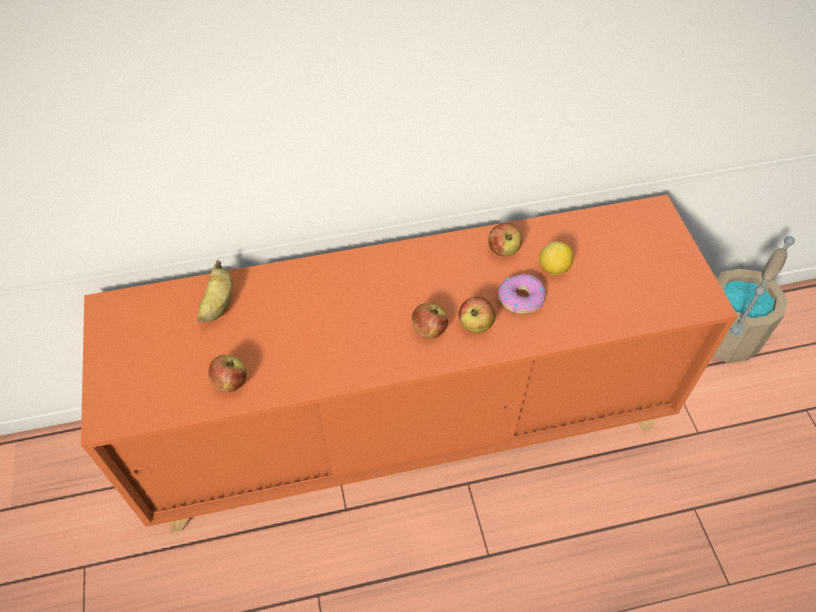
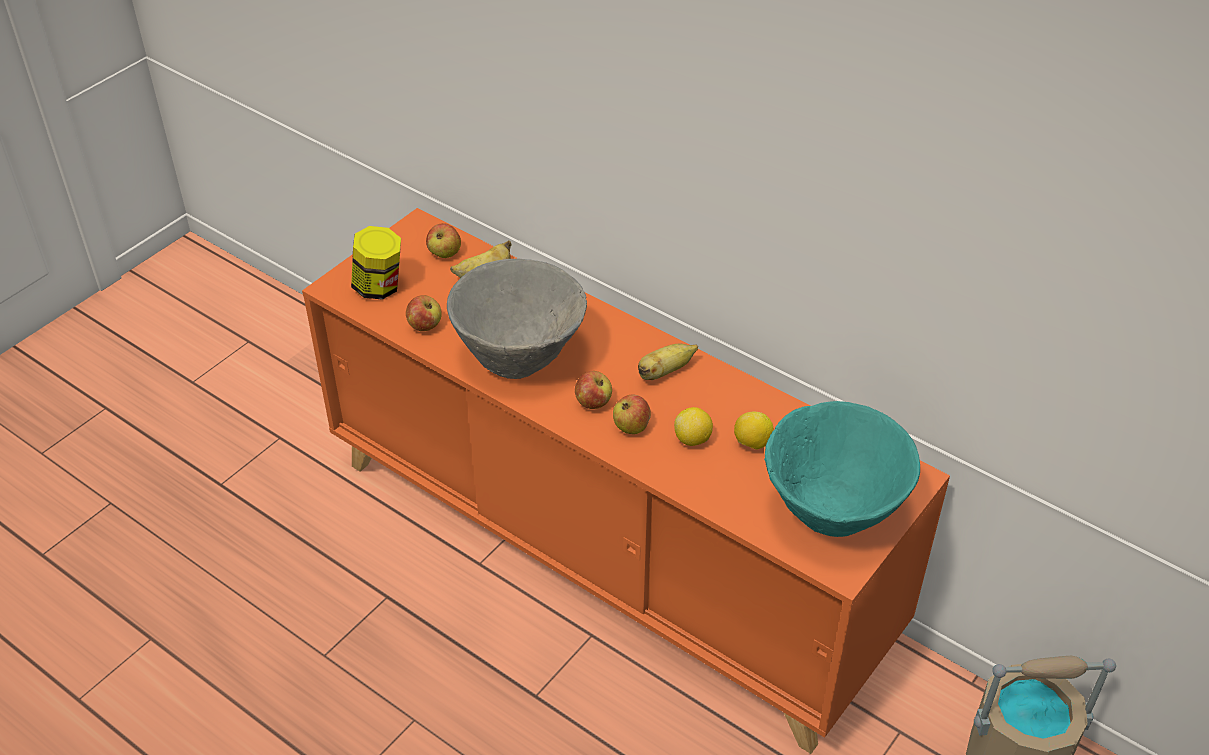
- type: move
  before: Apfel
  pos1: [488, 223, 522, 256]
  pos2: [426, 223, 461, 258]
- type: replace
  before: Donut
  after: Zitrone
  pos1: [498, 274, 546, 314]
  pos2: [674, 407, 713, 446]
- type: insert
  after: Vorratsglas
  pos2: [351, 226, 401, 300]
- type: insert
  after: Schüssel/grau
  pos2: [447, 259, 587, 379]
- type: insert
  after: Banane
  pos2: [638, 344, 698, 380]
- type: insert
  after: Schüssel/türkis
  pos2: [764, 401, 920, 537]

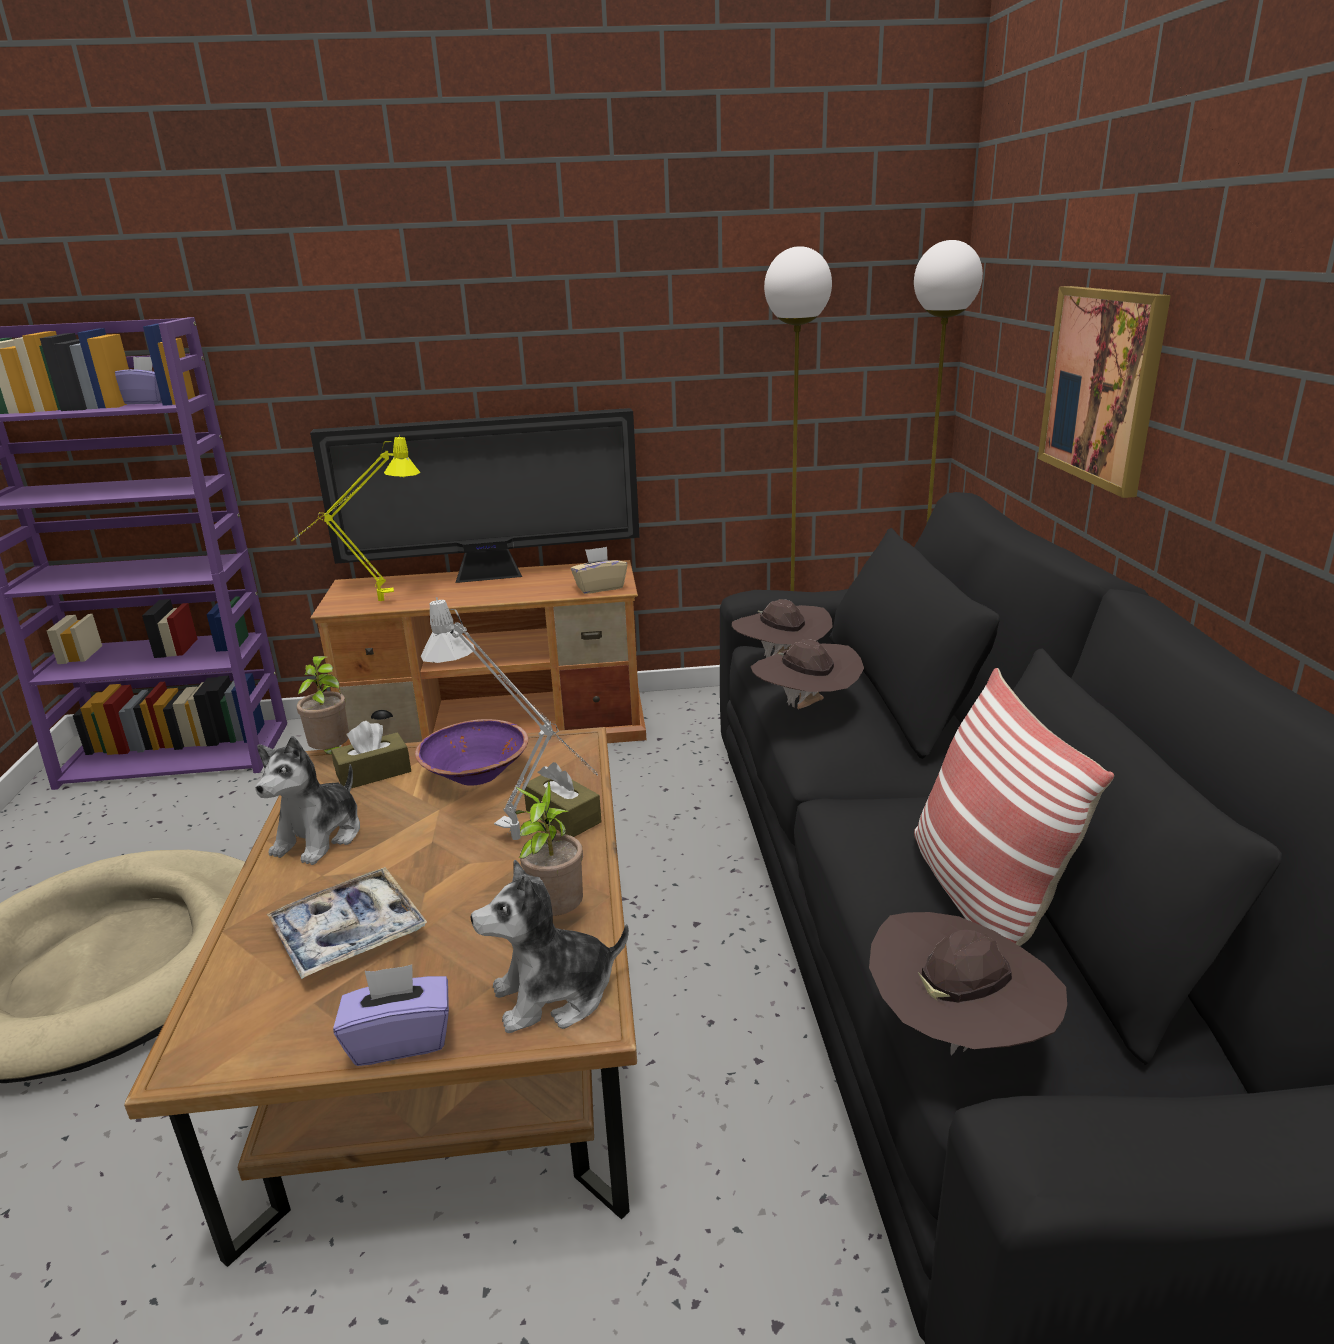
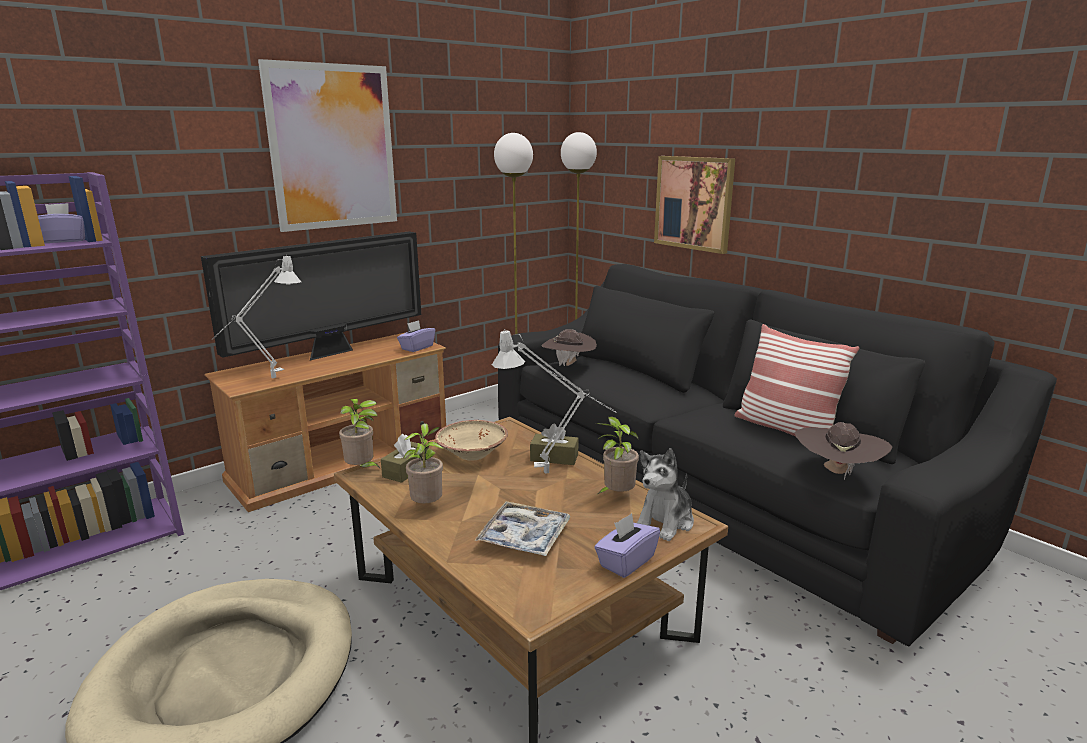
- type: replace
  before: Plüschtier
  after: Topfpflanze
  pos1: [255, 736, 360, 865]
  pos2: [404, 423, 444, 503]
- type: recolor
  before: Tischlampe/gelb
  after: Tischlampe/grau
  pos1: [292, 435, 421, 601]
  pos2: [212, 256, 301, 378]
- type: recolor
  before: Schüssel/lila
  after: Schüssel/beige
  pos1: [415, 719, 528, 786]
  pos2: [435, 420, 508, 461]
- type: recolor
  before: Taschentuchbox/beige
  after: Taschentuchbox/lila
  pos1: [571, 547, 627, 594]
  pos2: [397, 320, 435, 352]
- type: delete
  before: Hut/braun
  pos1: [751, 639, 864, 709]
- type: insert
  after: Bild
  pos2: [258, 59, 397, 232]

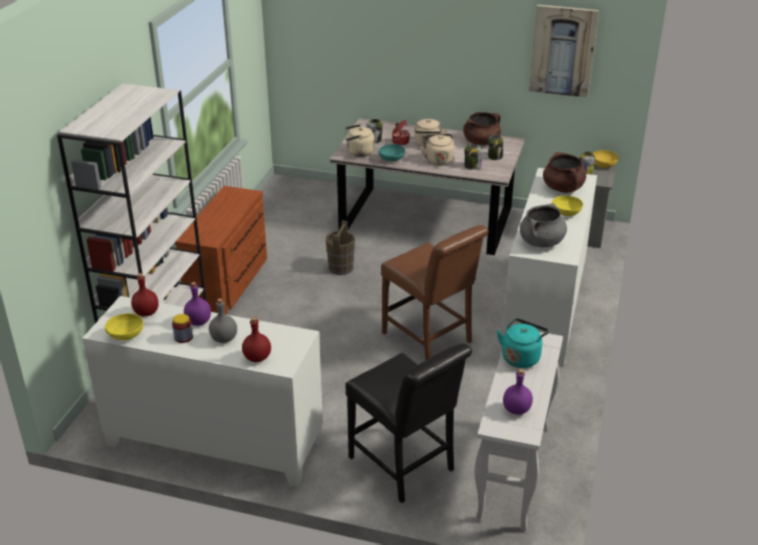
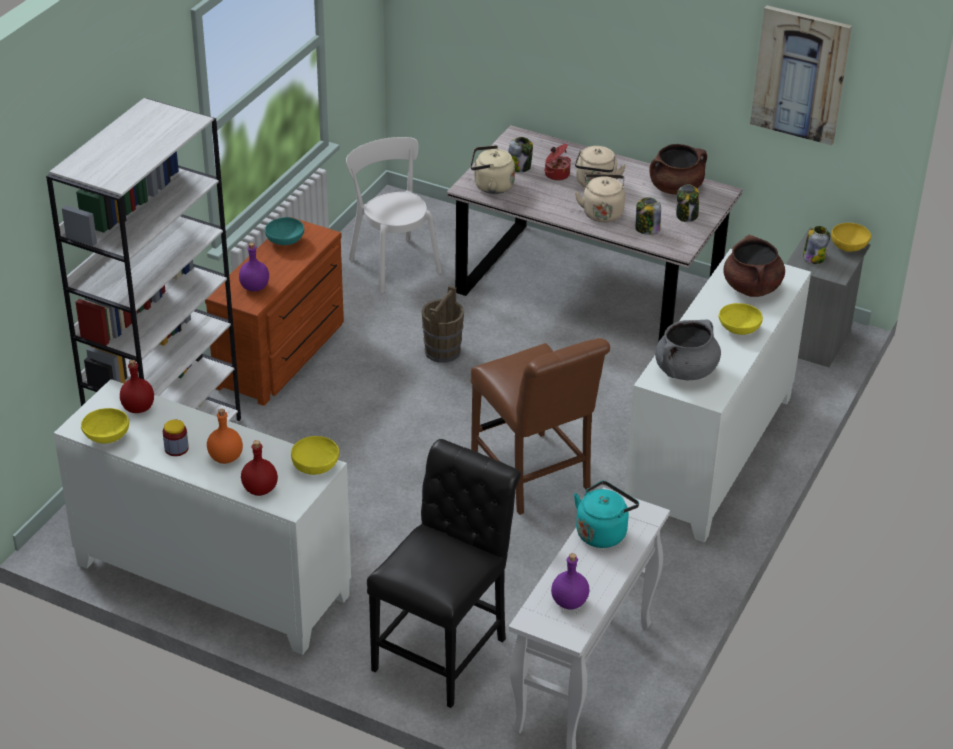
- type: move
  before: Flasche/lila
  pos1: [184, 282, 211, 326]
  pos2: [239, 243, 269, 291]
- type: recolor
  before: Flasche/grau
  after: Flasche/orange
  pos1: [209, 298, 237, 343]
  pos2: [207, 409, 243, 464]
- type: rotate
  before: Stuhl/schwarz
  pos1: [345, 343, 472, 503]
  pos2: [367, 439, 521, 708]
  turn: -120
- type: move
  before: Schüssel/türkis
  pos1: [379, 144, 405, 161]
  pos2: [265, 217, 304, 245]
- type: insert
  after: Schüssel/gelb
  pos2: [291, 436, 339, 475]
- type: insert
  after: Stuhl/weiß
  pos2: [346, 137, 442, 293]

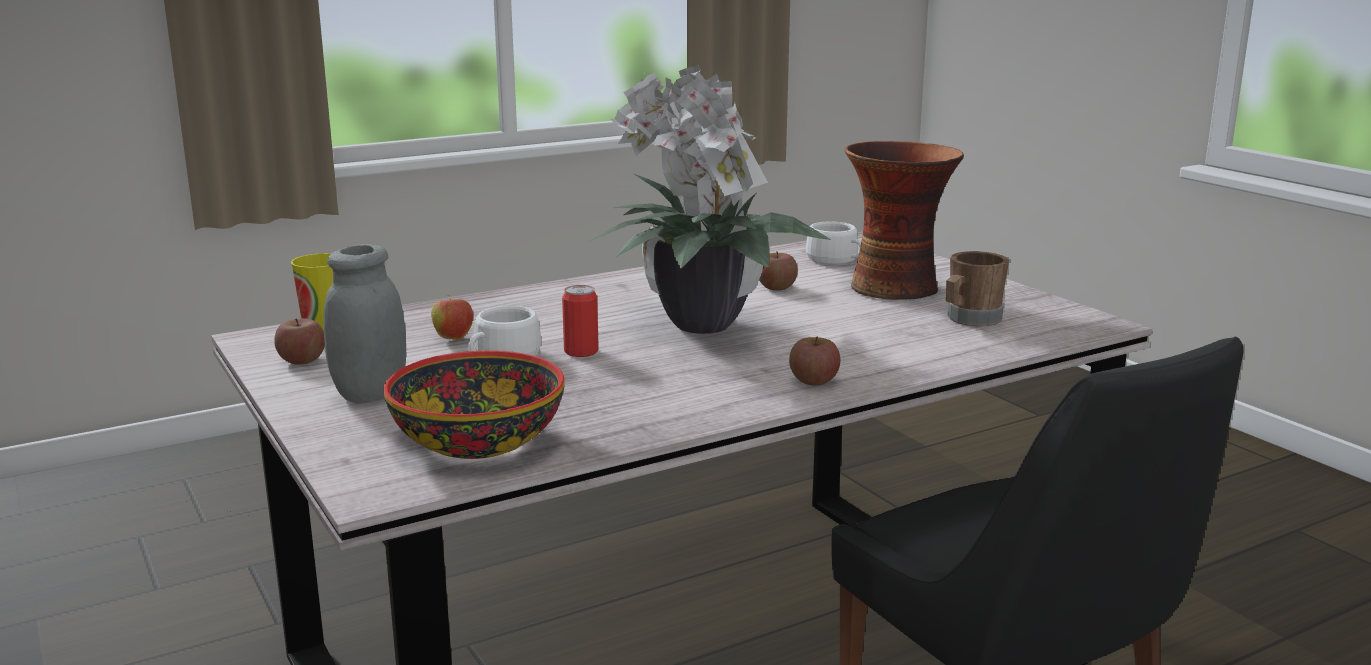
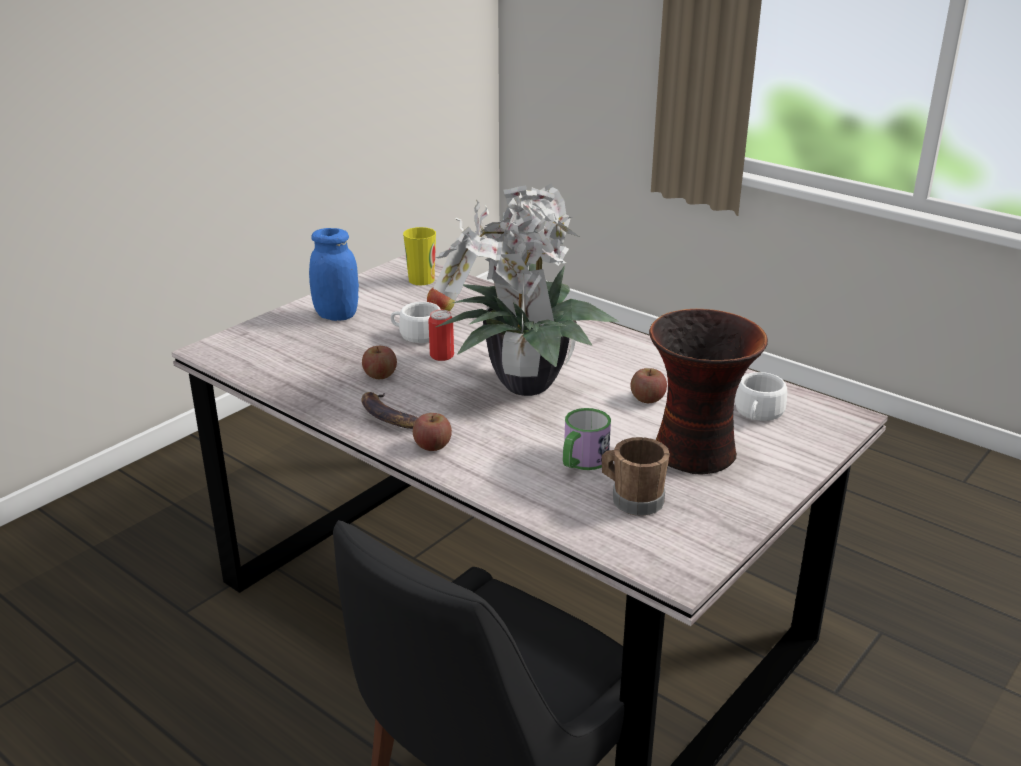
- type: move
  before: Apfel
  pos1: [274, 318, 325, 365]
  pos2: [362, 346, 397, 379]
- type: recolor
  before: Vorratsglas/grau
  after: Vorratsglas/blau
  pos1: [323, 244, 407, 403]
  pos2: [309, 228, 359, 321]
- type: delete
  before: Schüssel
  pos1: [383, 351, 565, 459]
- type: insert
  after: Banane
  pos2: [361, 392, 418, 429]
- type: insert
  after: Henkelbecher
  pos2: [563, 408, 611, 470]

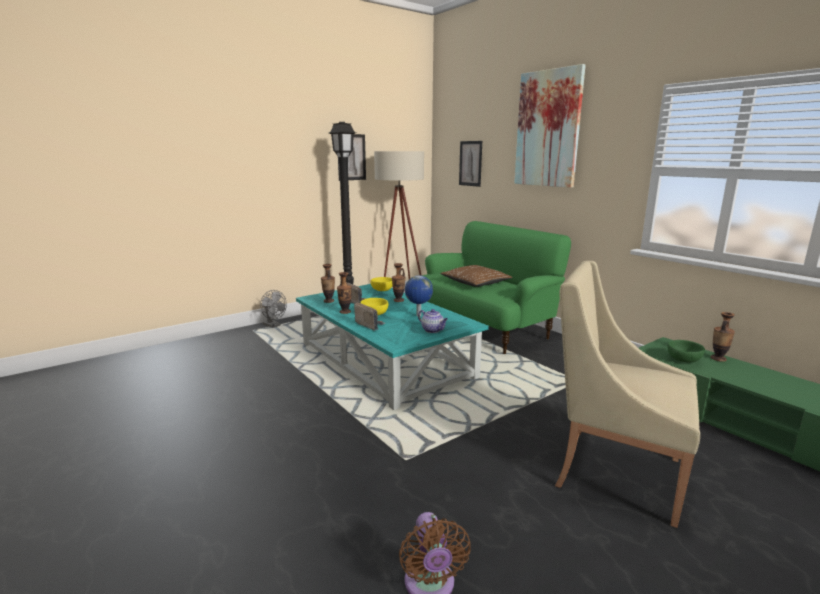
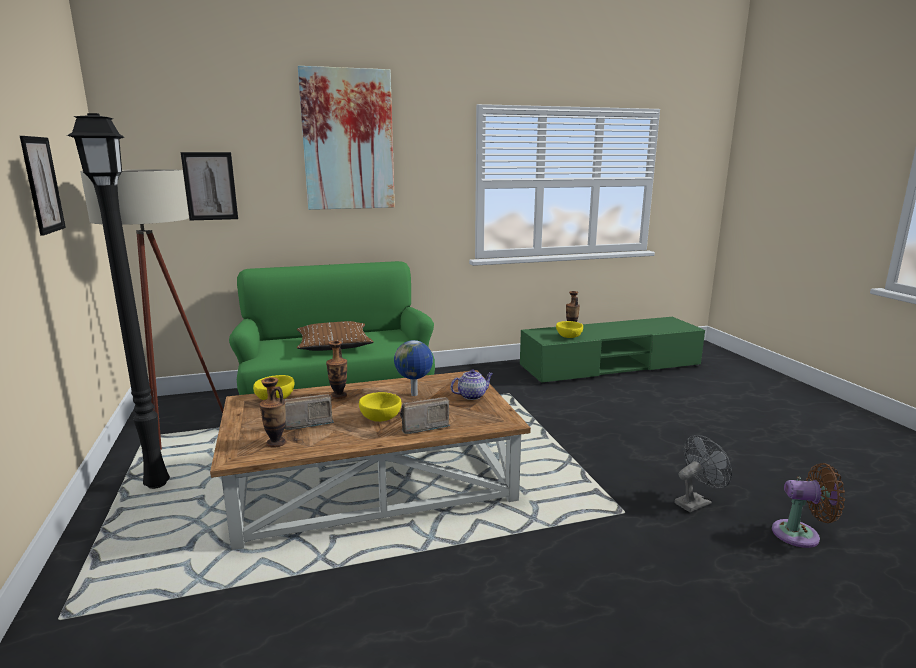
- type: move
  before: Ventilator/grau
  pos1: [260, 290, 287, 328]
  pos2: [675, 435, 732, 512]
- type: recolor
  before: Couchtisch/türkis
  after: Couchtisch/braun
  pos1: [296, 284, 489, 410]
  pos2: [210, 370, 531, 550]
- type: delete
  before: Vase
  pos1: [337, 272, 352, 314]
- type: delete
  before: Sessel/beige
  pos1: [555, 261, 700, 528]
- type: recolor
  before: Schüssel/grün
  after: Schüssel/gelb
  pos1: [667, 340, 705, 362]
  pos2: [556, 321, 583, 338]

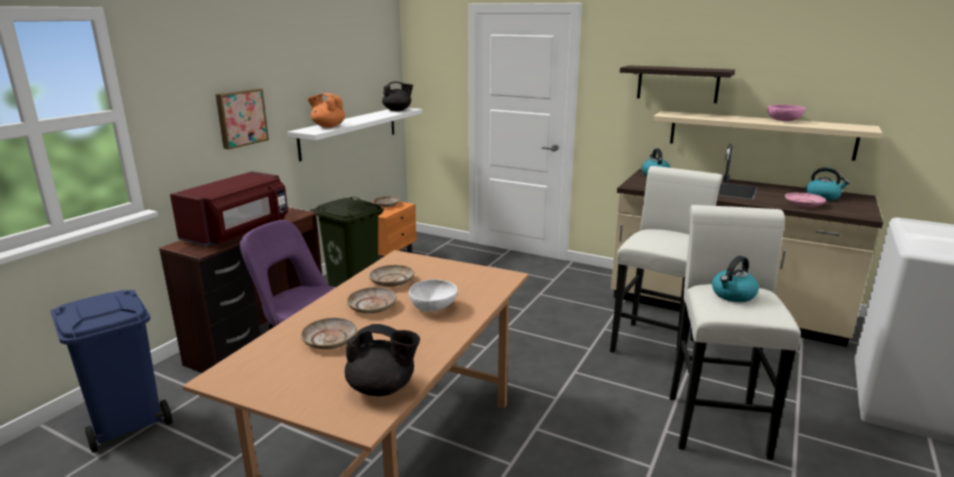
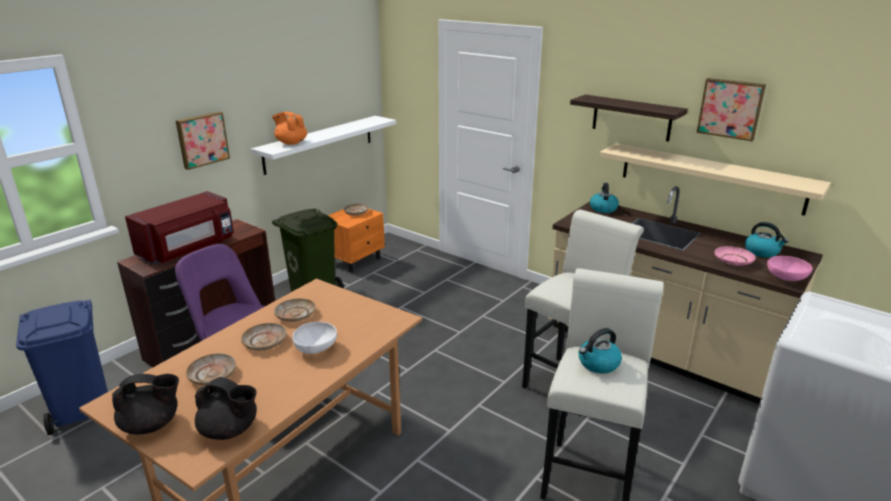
- type: move
  before: Teekanne/schwarz
  pos1: [382, 82, 413, 111]
  pos2: [112, 374, 179, 434]
- type: move
  before: Schüssel/rosa
  pos1: [767, 105, 805, 121]
  pos2: [767, 256, 812, 281]
- type: insert
  after: Bild
  pos2: [697, 78, 766, 141]

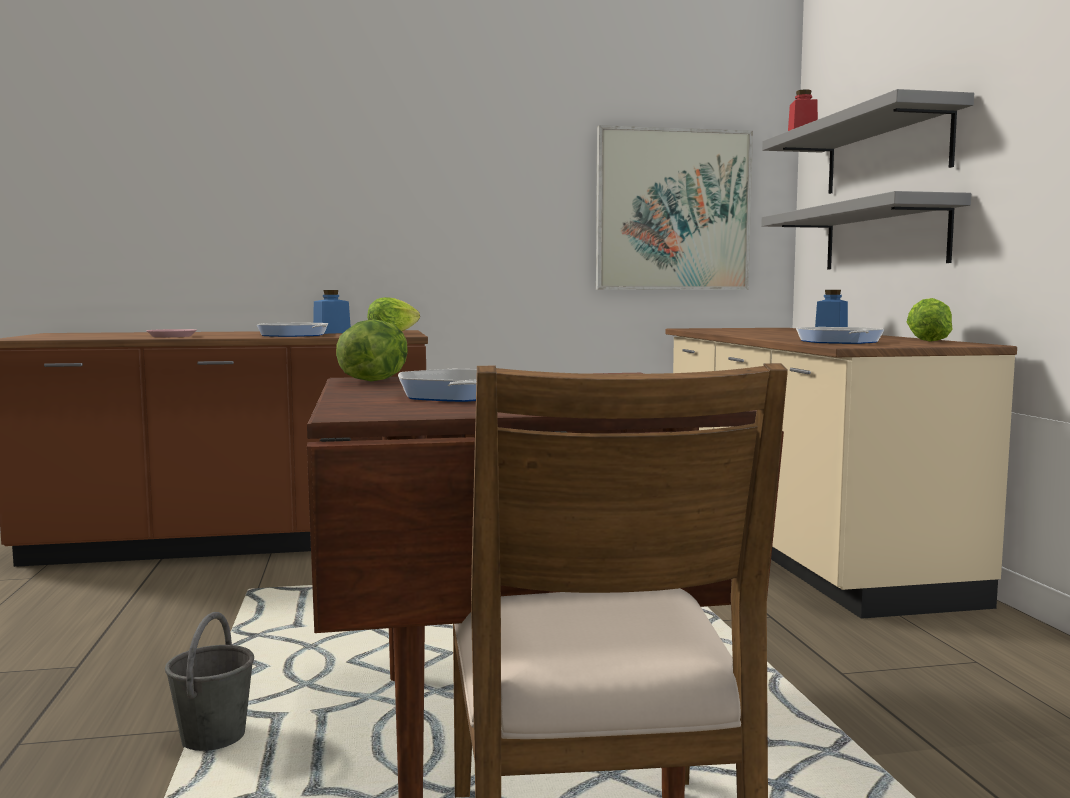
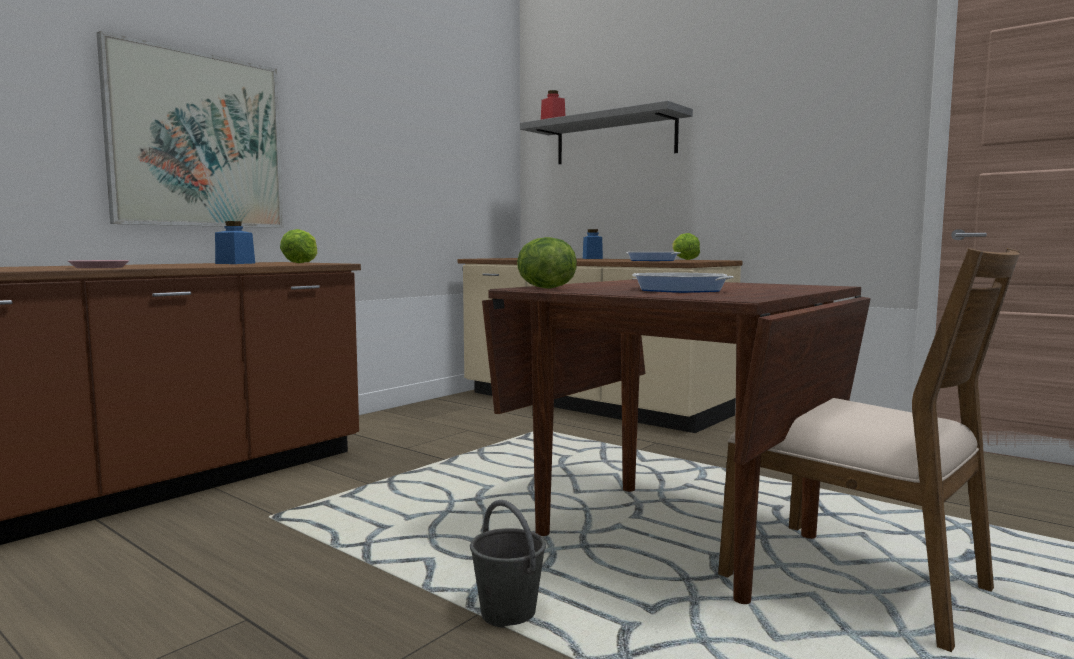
- type: delete
  before: Pfanne
  pos1: [257, 322, 328, 337]
- type: move
  before: Bild
  pos1: [596, 125, 753, 290]
  pos2: [97, 31, 284, 228]
- type: delete
  before: Wandregal/grau
  pos1: [761, 191, 971, 269]

